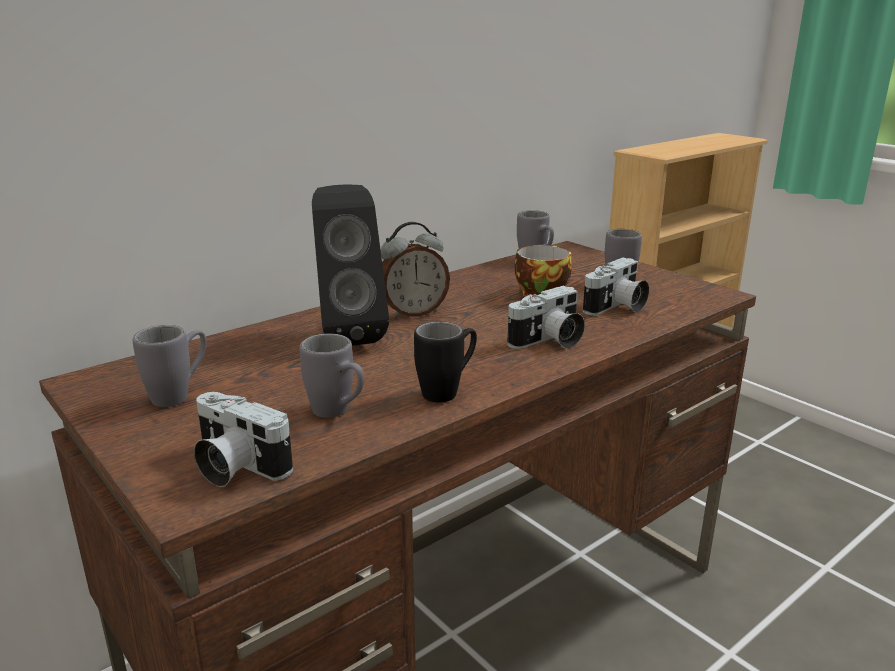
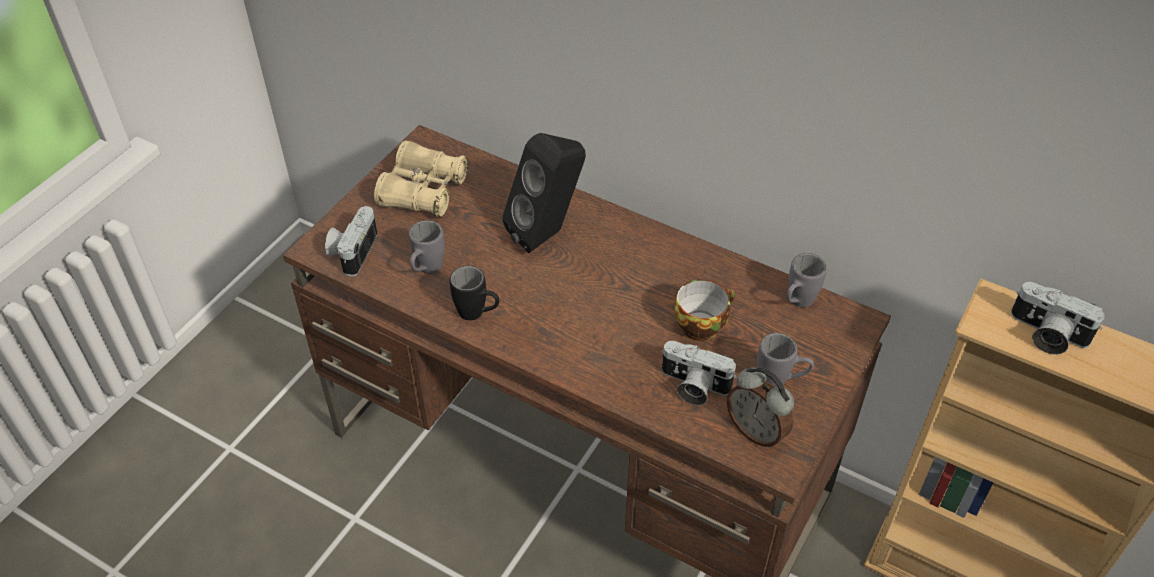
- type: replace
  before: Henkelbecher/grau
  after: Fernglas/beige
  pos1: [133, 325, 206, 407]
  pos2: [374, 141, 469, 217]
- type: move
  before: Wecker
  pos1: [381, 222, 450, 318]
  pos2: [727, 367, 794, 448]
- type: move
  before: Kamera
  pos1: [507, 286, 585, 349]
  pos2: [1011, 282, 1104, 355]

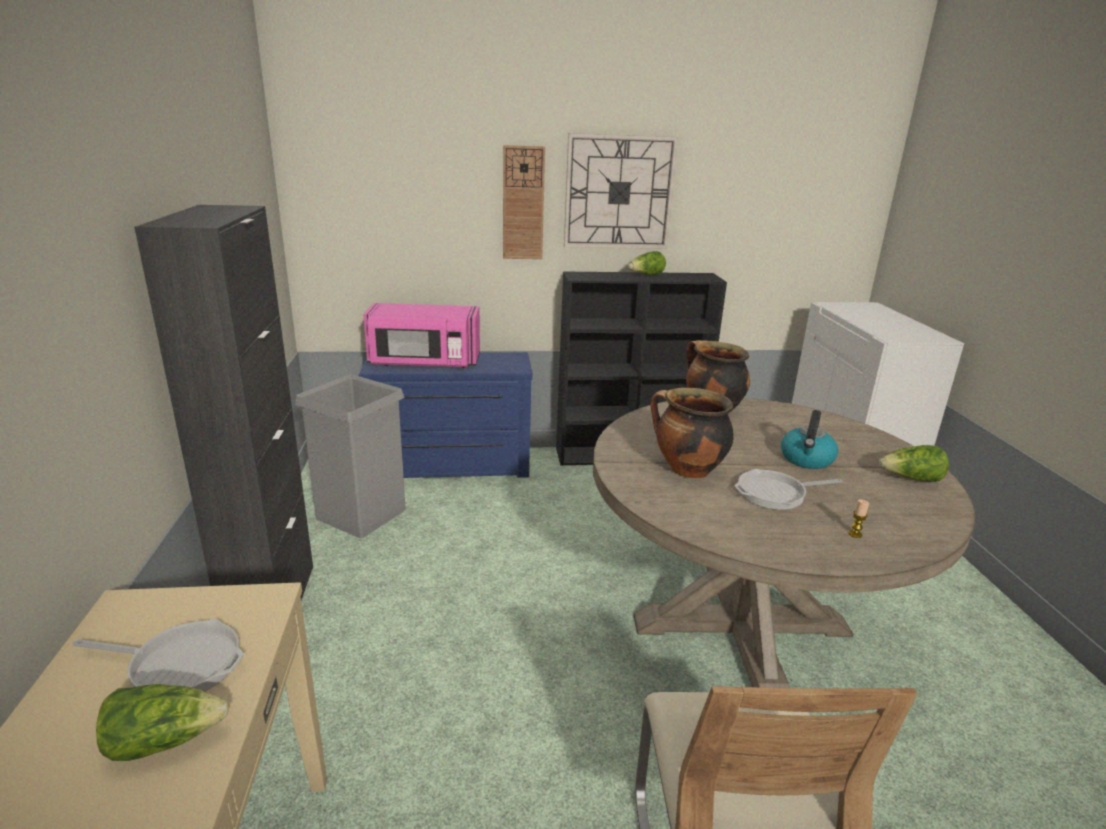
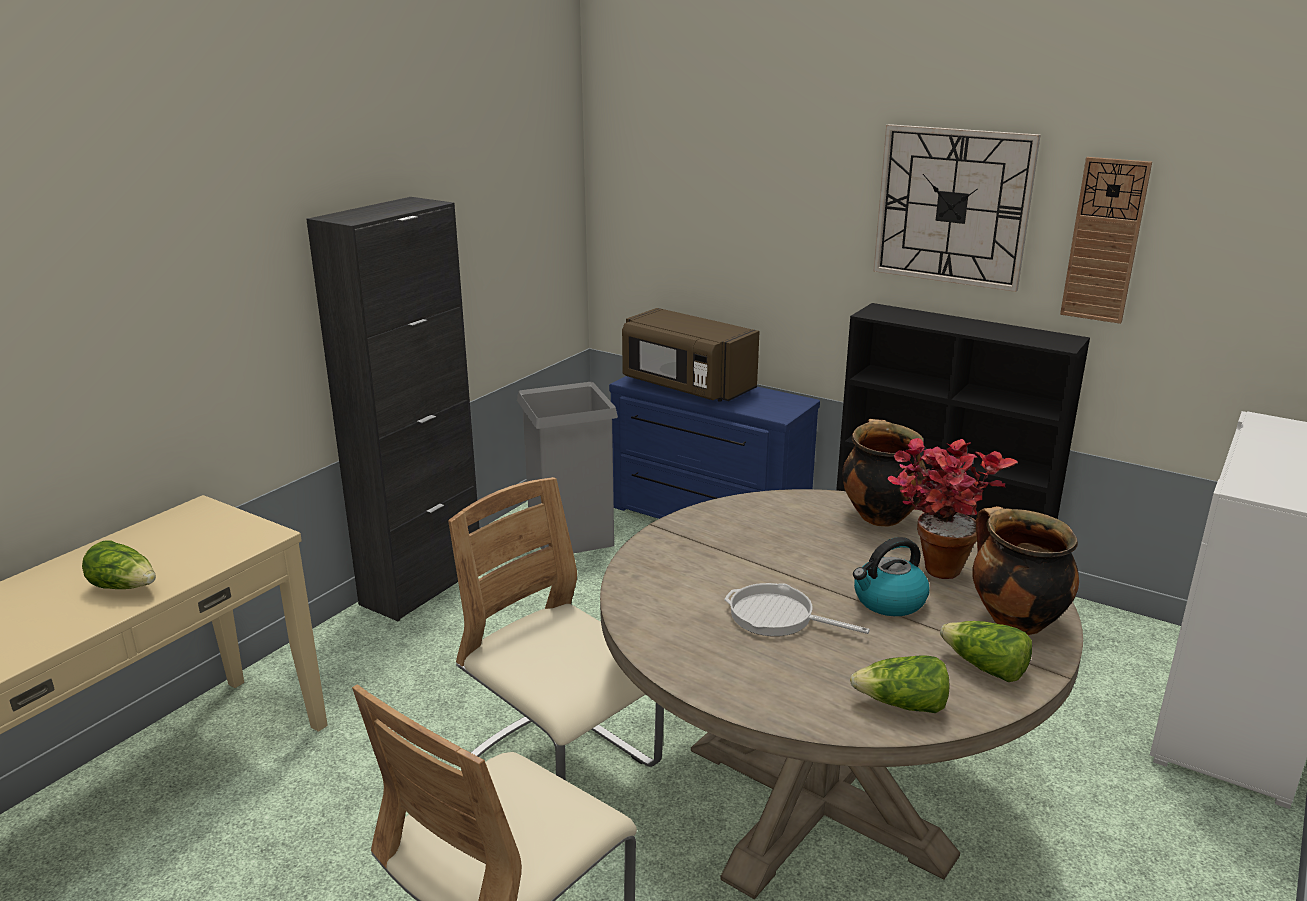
- type: delete
  before: Pfanne
  pos1: [73, 619, 244, 692]
- type: recolor
  before: Mikrowelle/rosa
  after: Mikrowelle/braun
  pos1: [363, 303, 480, 368]
  pos2: [622, 308, 759, 402]
- type: move
  before: Wanduhr
  pos1: [503, 145, 545, 259]
  pos2: [1060, 157, 1152, 324]
- type: move
  before: Salatkopf
  pos1: [628, 251, 666, 275]
  pos2: [850, 656, 949, 713]
- type: move
  before: Kochtopf
  pos1: [651, 388, 734, 478]
  pos2: [972, 506, 1079, 635]
- type: delete
  before: Kerze
  pos1: [848, 499, 869, 538]
- type: insert
  after: Stuhl/beige
  pos2: [448, 477, 664, 780]
- type: insert
  after: Topfpflanze
  pos2: [888, 438, 1018, 579]

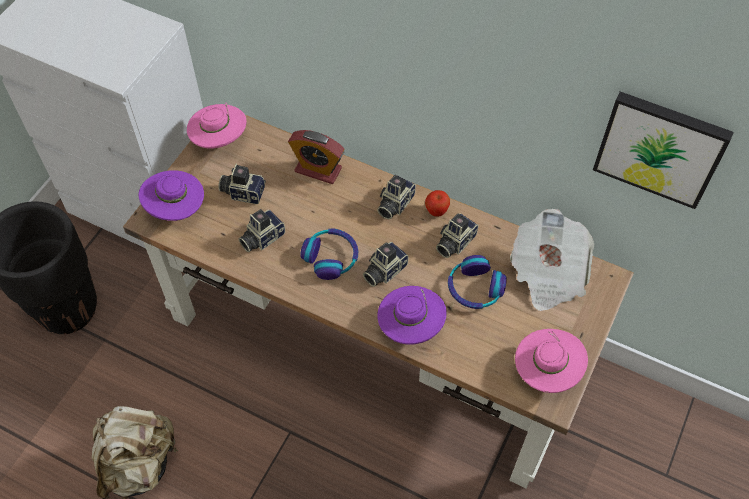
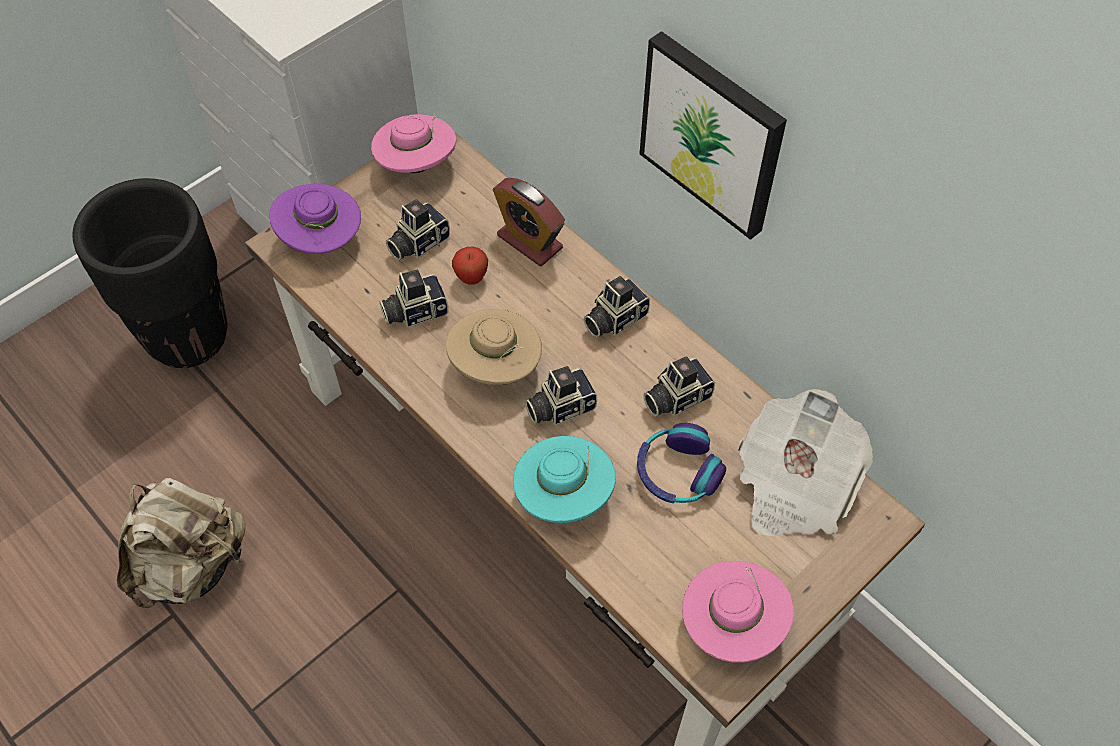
- type: rotate
  before: Kamera
  pos1: [218, 164, 266, 204]
  pos2: [386, 199, 450, 260]
  turn: -75
- type: replace
  before: Kopfhörer
  after: Hut/beige
  pos1: [300, 228, 358, 280]
  pos2: [446, 309, 542, 385]
- type: recolor
  before: Hut/lila
  after: Hut/türkis
  pos1: [378, 286, 447, 345]
  pos2: [513, 436, 616, 523]
- type: move
  before: Apfel
  pos1: [425, 190, 450, 217]
  pos2: [452, 246, 488, 285]
- type: move
  before: Bild
  pos1: [593, 91, 734, 209]
  pos2: [639, 31, 787, 240]

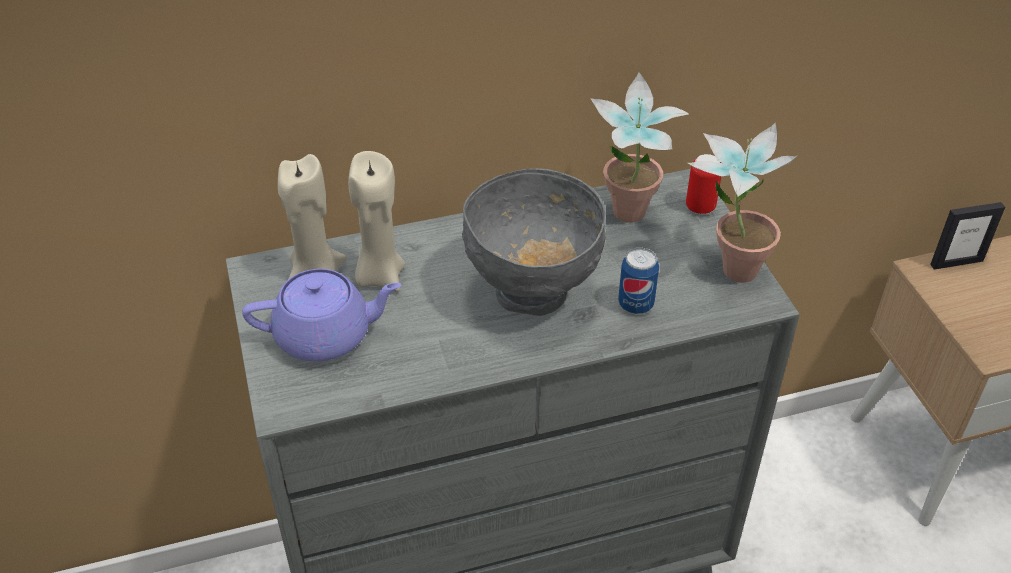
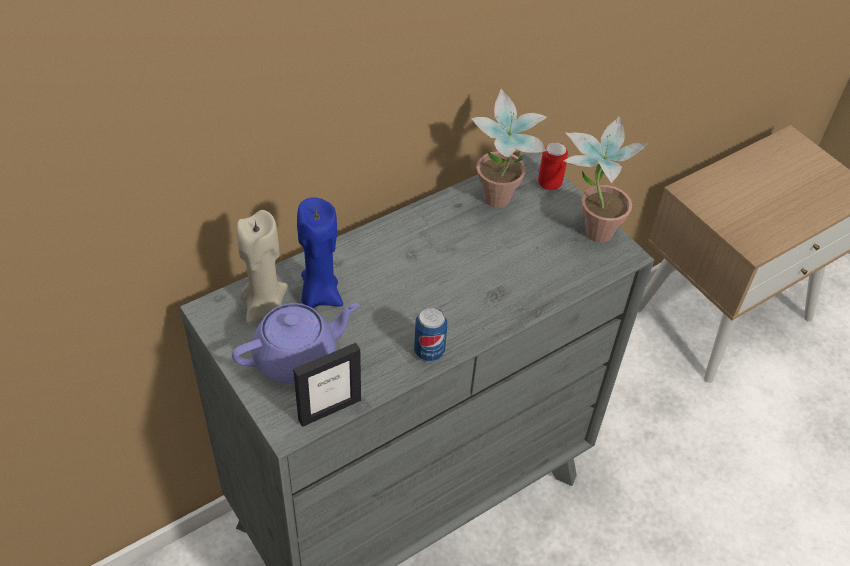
- type: recolor
  before: Kerze/beige
  after: Kerze/blau
  pos1: [348, 151, 405, 291]
  pos2: [297, 197, 343, 308]
- type: delete
  before: Schüssel/grau
  pos1: [462, 168, 606, 316]
- type: move
  before: Dose
  pos1: [618, 248, 659, 314]
  pos2: [414, 307, 447, 361]
- type: move
  before: Bilderrahmen
  pos1: [930, 202, 1005, 270]
  pos2: [293, 343, 361, 427]

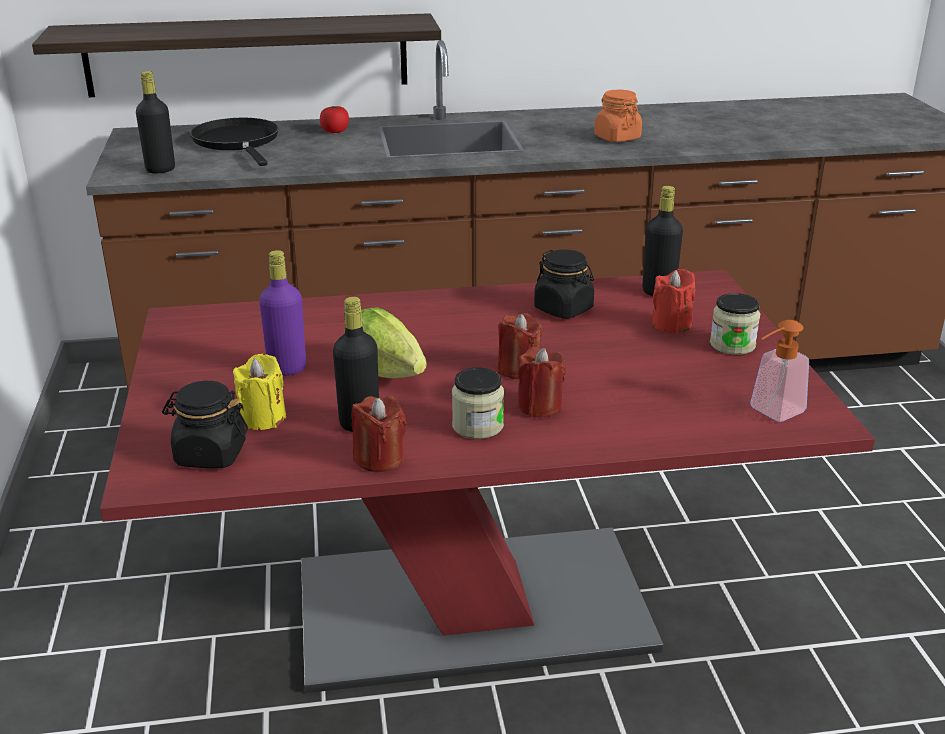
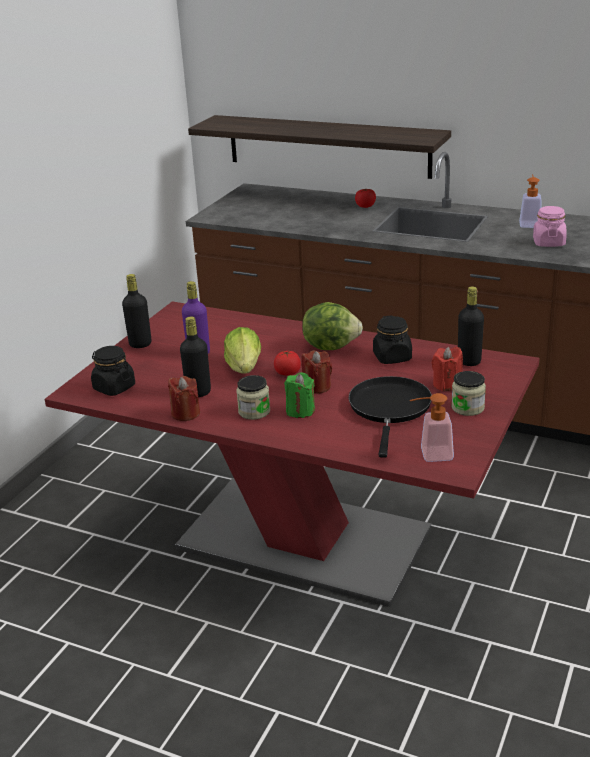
- type: move
  before: Flasche/schwarz
  pos1: [136, 71, 175, 173]
  pos2: [122, 274, 152, 348]
- type: move
  before: Pfanne/schwarz
  pos1: [190, 118, 278, 166]
  pos2: [349, 376, 432, 458]
- type: delete
  before: Kerze/gelb
  pos1: [233, 354, 286, 430]
- type: recolor
  before: Kerze/rot
  after: Kerze/grün
  pos1: [517, 347, 566, 418]
  pos2: [284, 372, 315, 418]
- type: recolor
  before: Vorratsglas/orange
  after: Vorratsglas/rosa
  pos1: [594, 90, 642, 142]
  pos2: [533, 206, 567, 247]
- type: insert
  after: Tomate
  pos2: [274, 351, 301, 376]
- type: insert
  after: Salatkopf
  pos2: [302, 302, 363, 350]
- type: insert
  after: Seifenspender
  pos2: [519, 174, 542, 228]

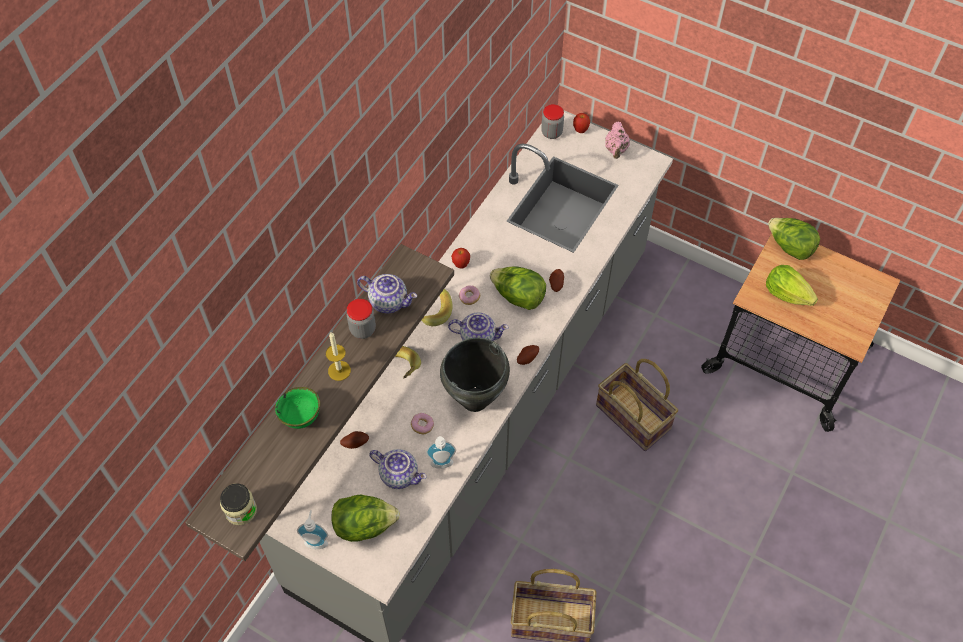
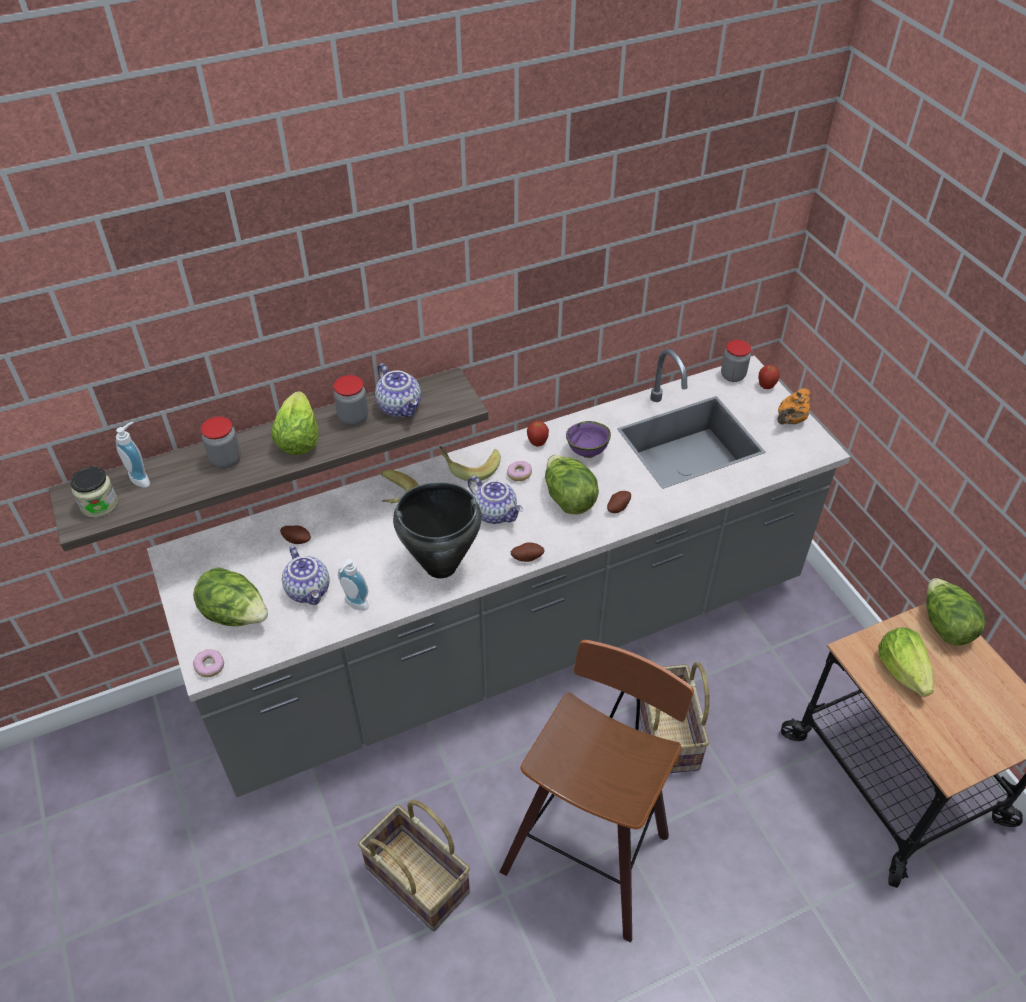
- type: replace
  before: Schüssel/grün
  after: Vorratsglas
  pos1: [275, 387, 320, 429]
  pos2: [201, 417, 241, 468]
- type: move
  before: Seifenspender
  pos1: [297, 510, 328, 549]
  pos2: [116, 422, 150, 488]
- type: replace
  before: Kerze
  after: Salatkopf
  pos1: [326, 332, 351, 381]
  pos2: [271, 391, 319, 455]
- type: move
  before: Donut
  pos1: [411, 413, 434, 434]
  pos2: [193, 649, 224, 677]
- type: recolor
  before: Teekanne/rosa
  after: Teekanne/orange
  pos1: [605, 121, 630, 159]
  pos2: [777, 388, 811, 425]
- type: insert
  after: Hocker
  pos2: [500, 640, 694, 942]
- type: insert
  after: Schüssel/lila
  pos2: [566, 421, 611, 458]

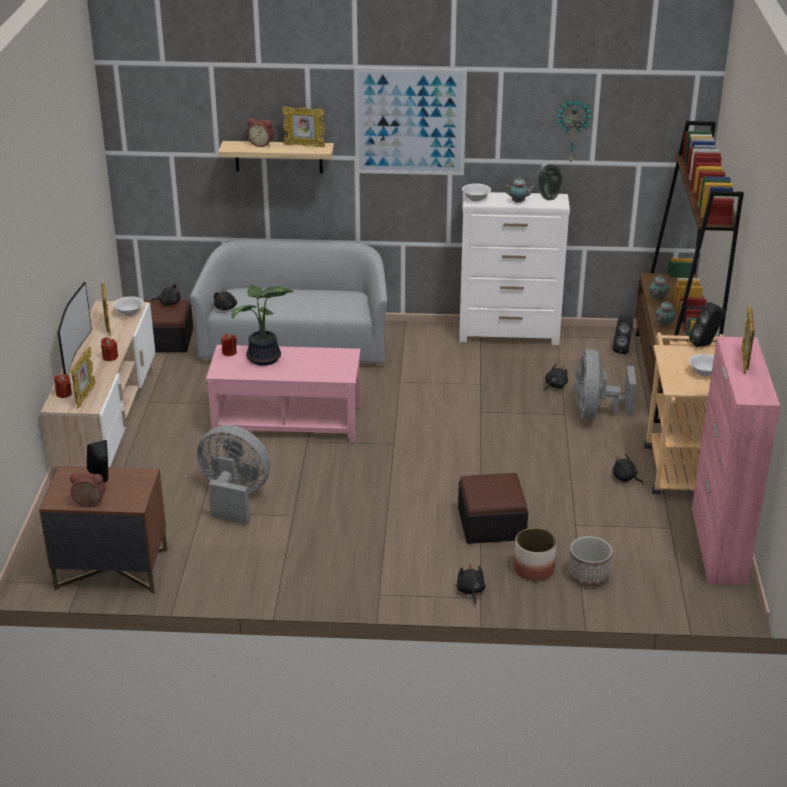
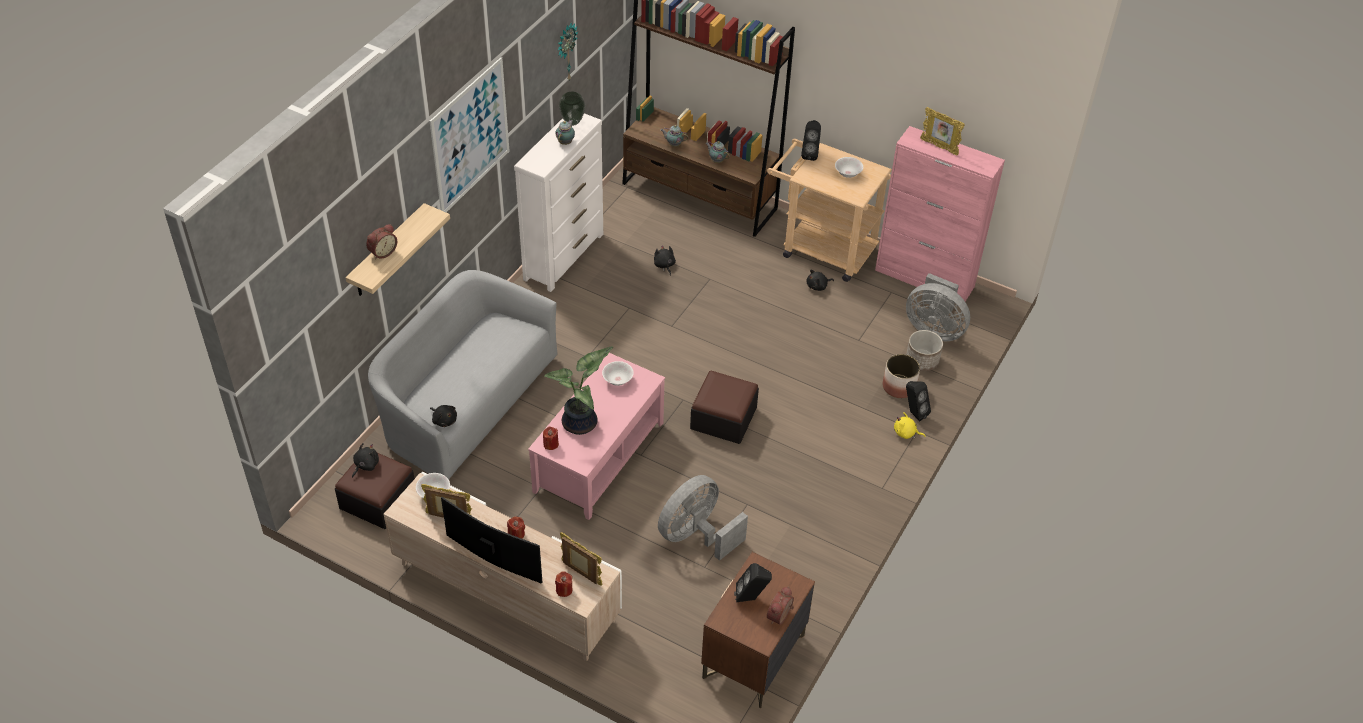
- type: delete
  before: Bilderrahmen
  pos1: [282, 107, 325, 147]
- type: recolor
  before: Plüschtier/schwarz
  after: Plüschtier/gelb
  pos1: [457, 564, 486, 605]
  pos2: [894, 412, 926, 439]
- type: move
  before: Polsterhocker
  pos1: [458, 473, 528, 544]
  pos2: [690, 371, 759, 444]
- type: move
  before: Schüssel/weiß
  pos1: [462, 183, 491, 201]
  pos2: [602, 361, 634, 386]
- type: move
  before: Ventilator/grau
  pos1: [574, 349, 636, 420]
  pos2: [906, 273, 970, 341]
- type: move
  before: Lautsprecher/schwarz
  pos1: [613, 314, 633, 354]
  pos2: [906, 381, 931, 422]

